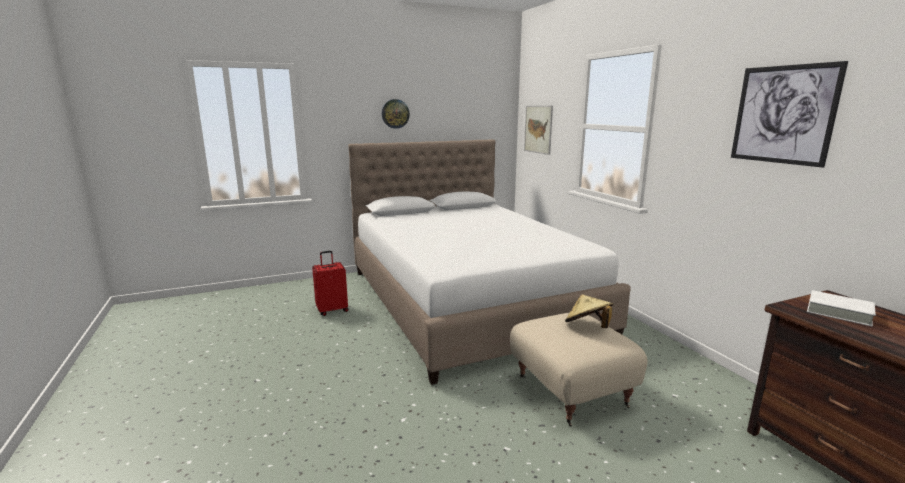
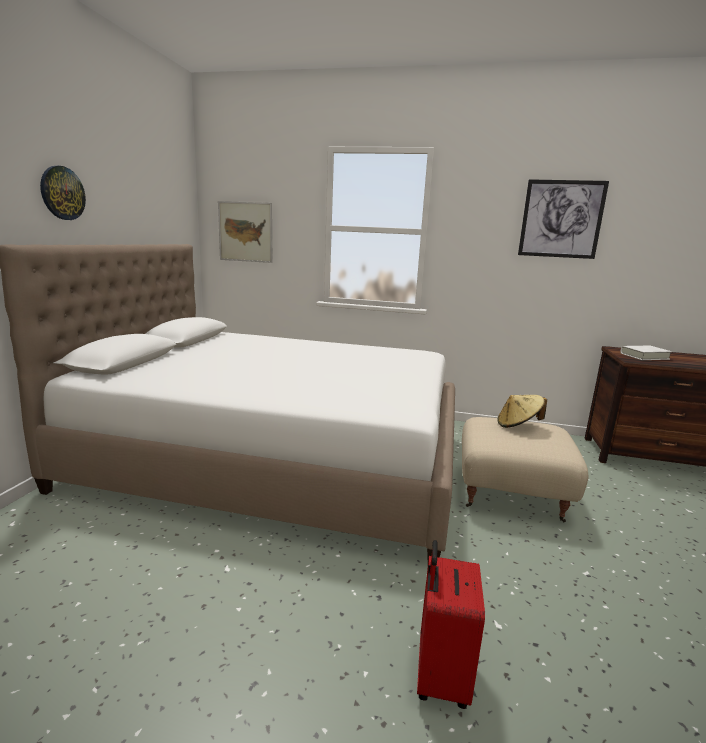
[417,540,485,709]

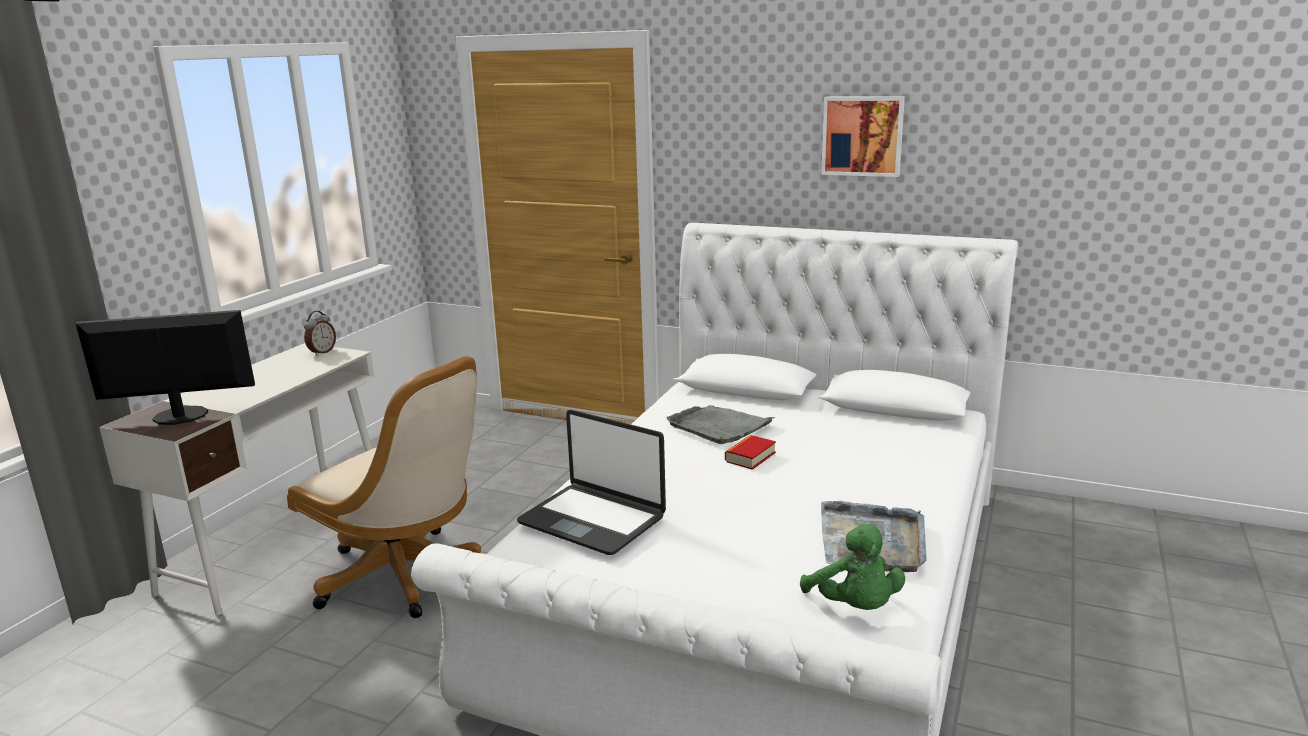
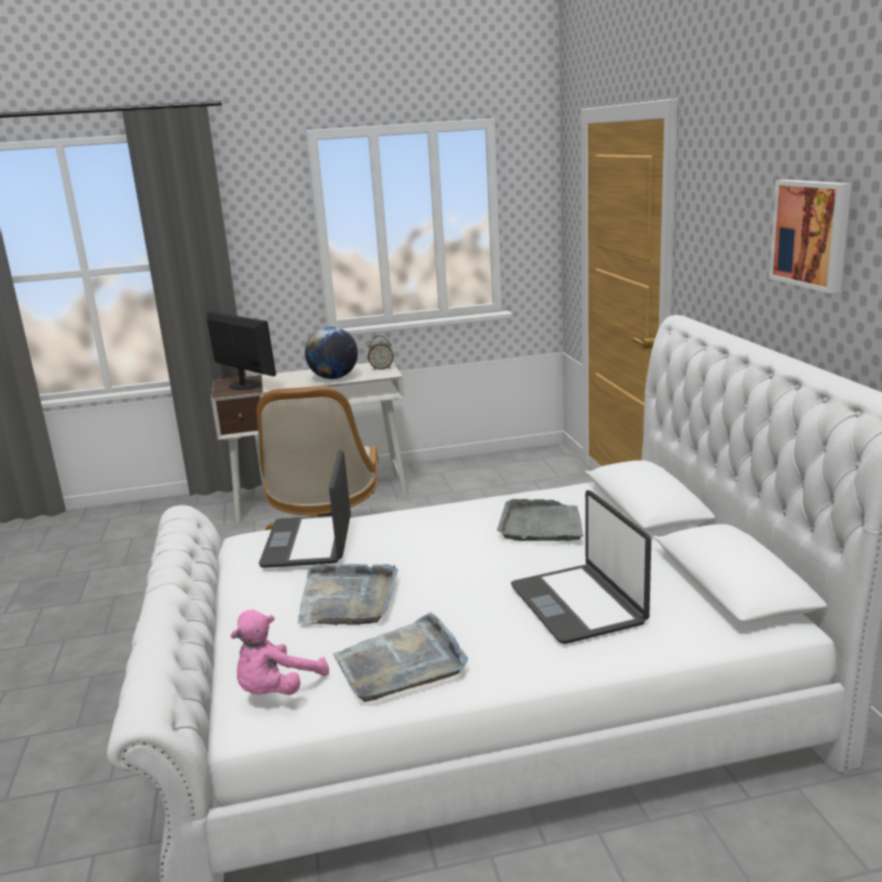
[725,435,776,470] (first image)
[298,563,398,625]
[305,326,358,379]
[511,490,651,644]
[231,609,329,695]

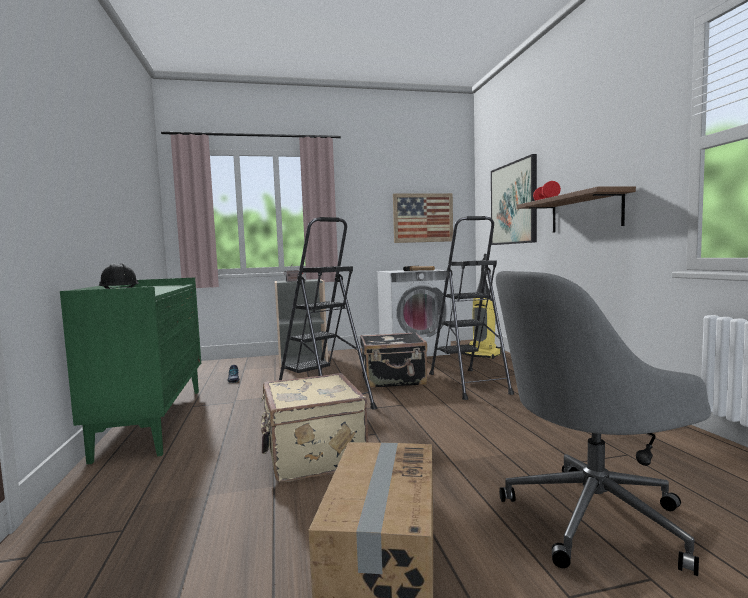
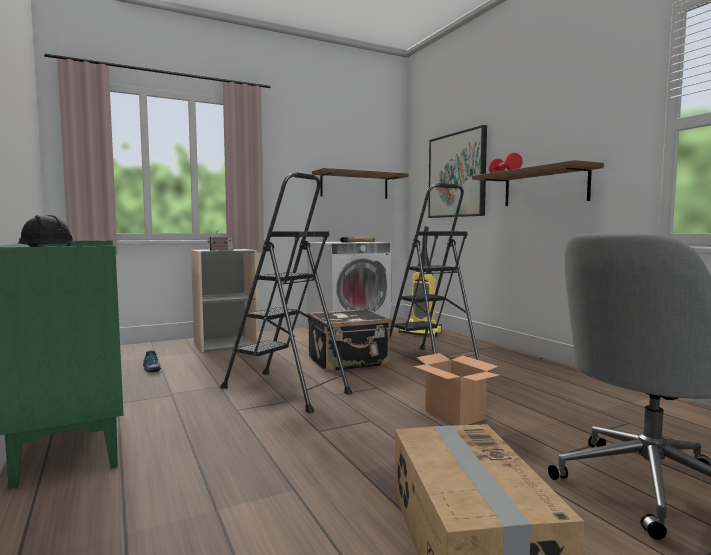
[260,373,369,482] (first image)
[413,353,500,425]
[312,168,409,199]

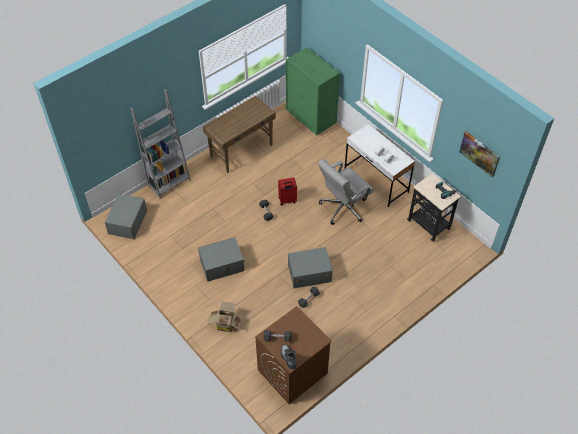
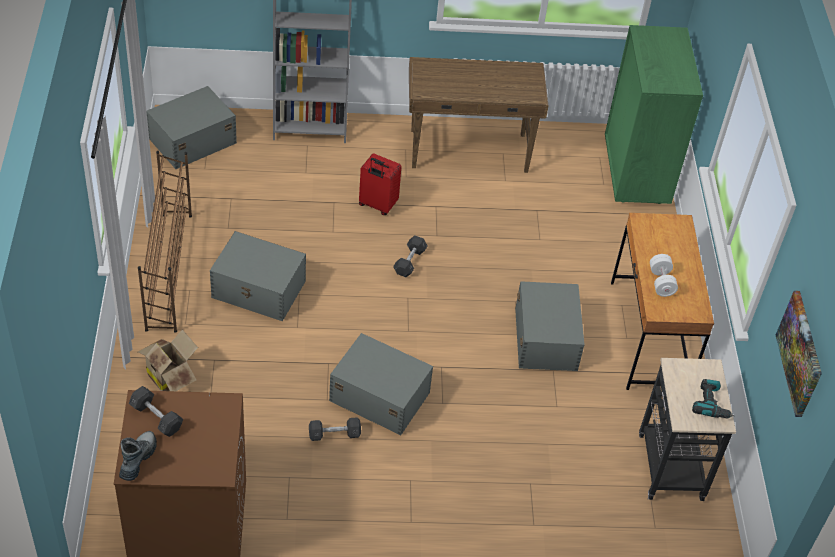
[138,151,192,333]
[359,153,402,215]
[515,281,585,371]
[611,213,714,390]

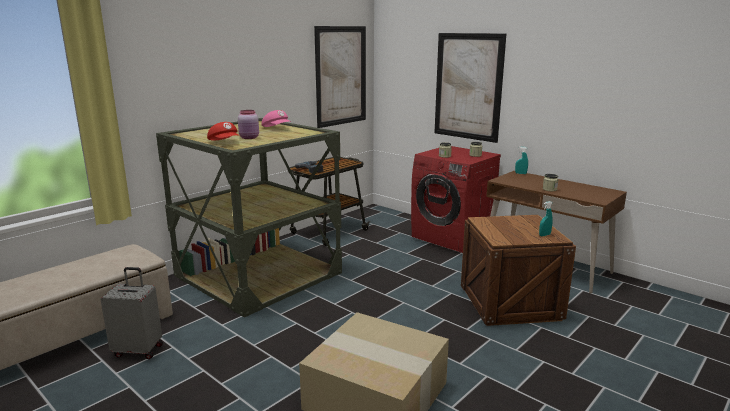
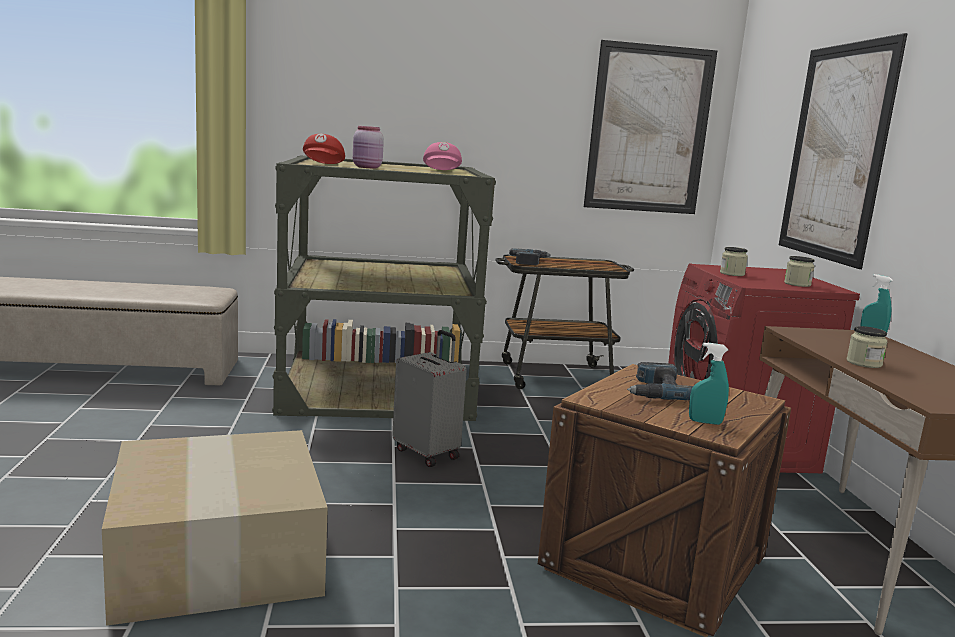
[627,362,693,400]
[392,330,467,467]

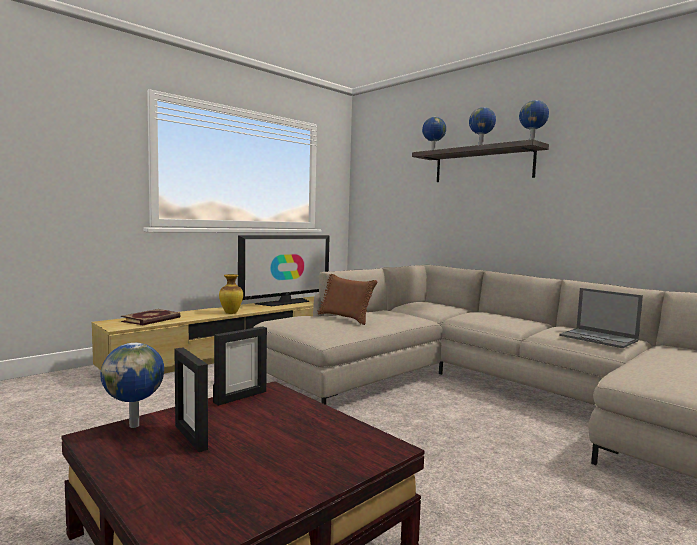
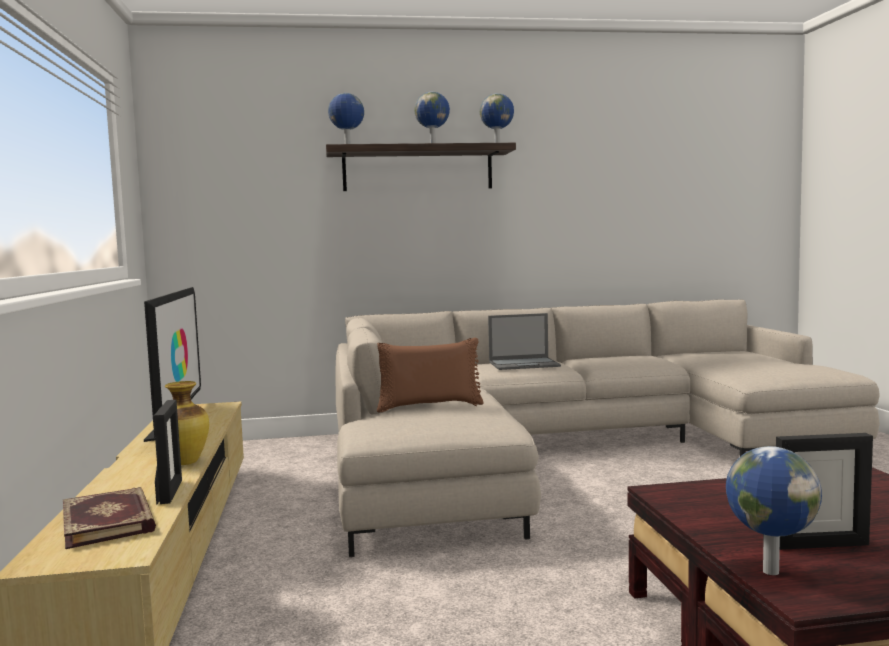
[154,400,182,505]
[488,313,561,370]

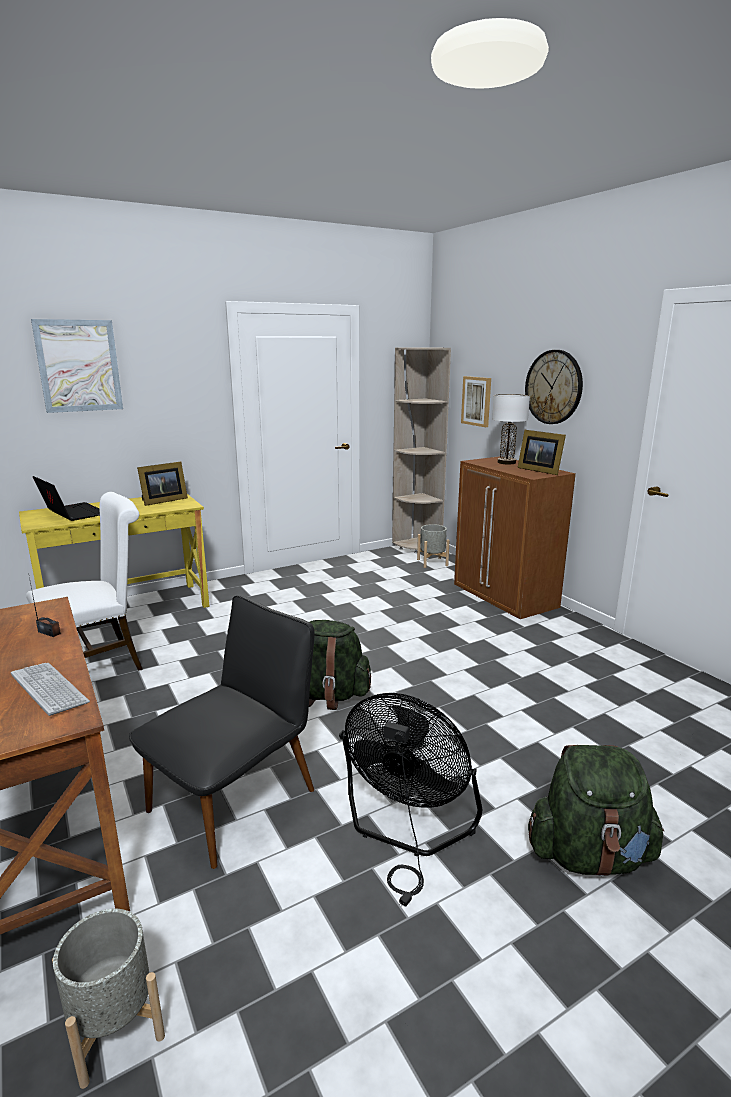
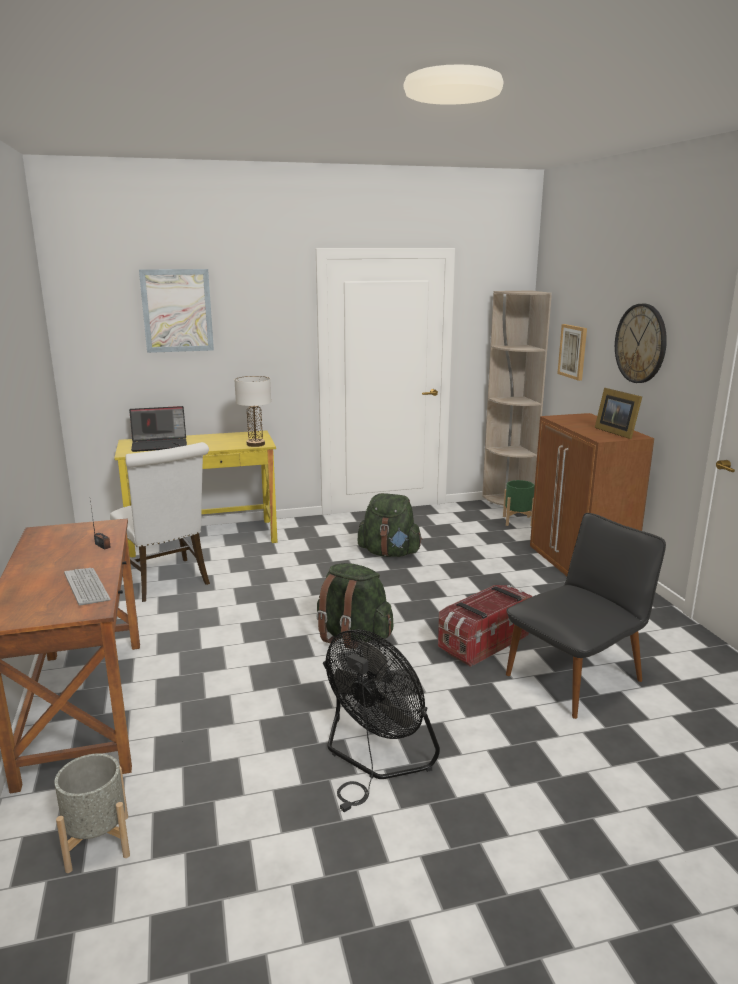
[137,462,188,506] (first image)
[438,585,532,667]
[506,513,666,719]
[234,376,271,447]
[358,493,422,557]
[503,480,535,526]
[110,442,210,602]
[129,406,187,452]

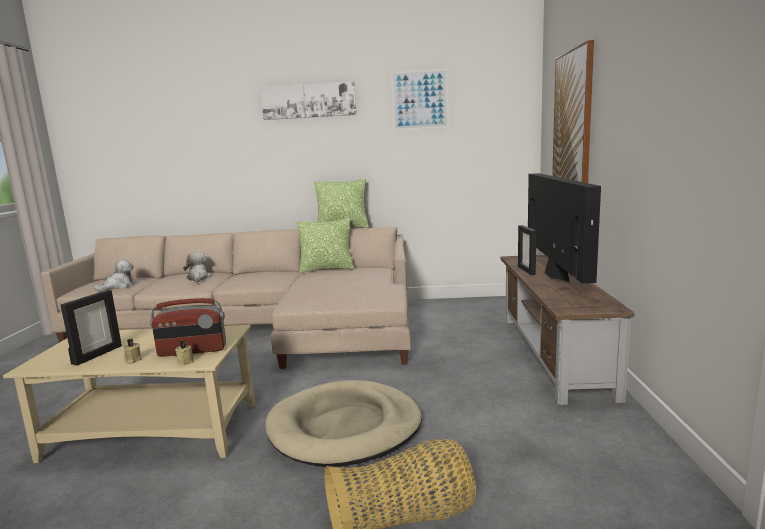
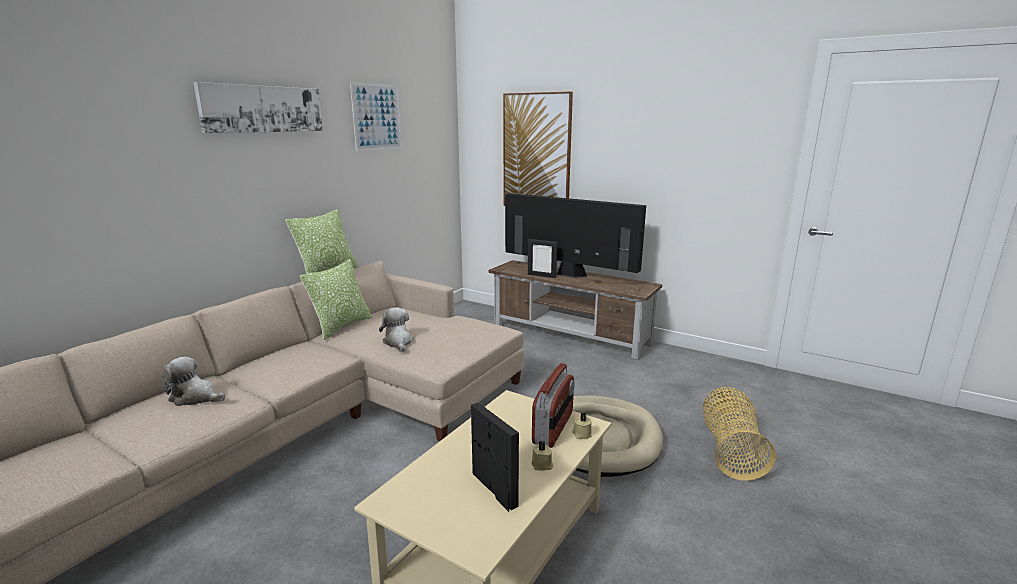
[379,308,414,352]

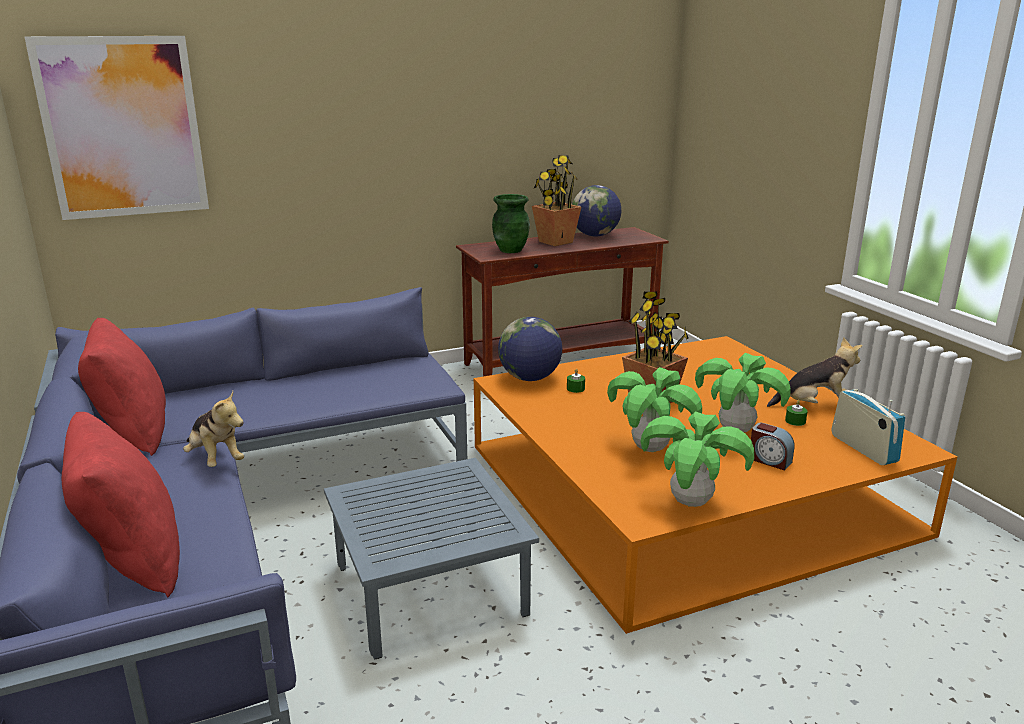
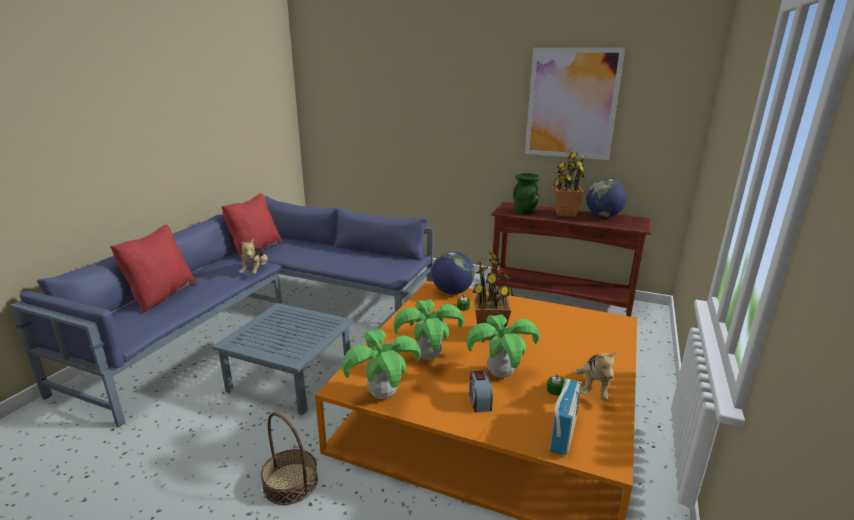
[261,412,318,505]
[525,47,625,160]
[576,351,617,401]

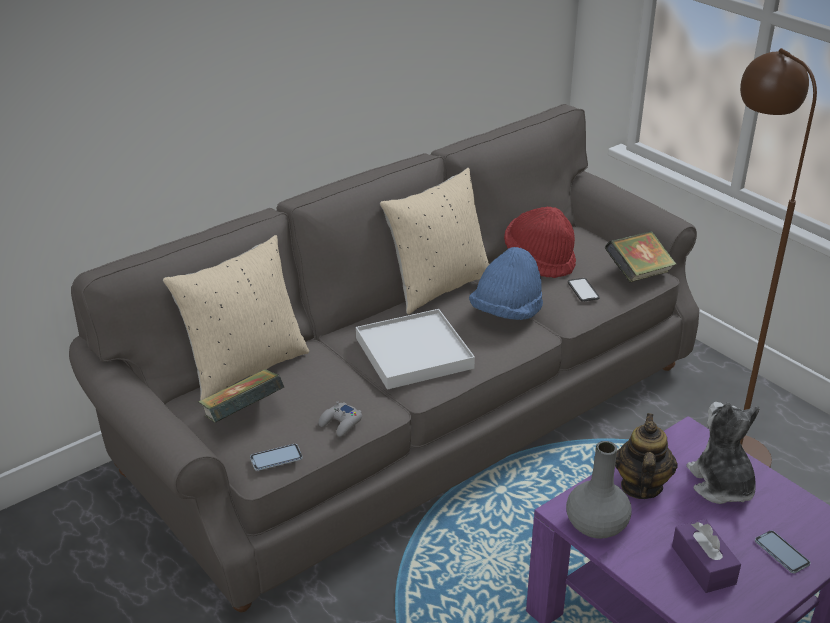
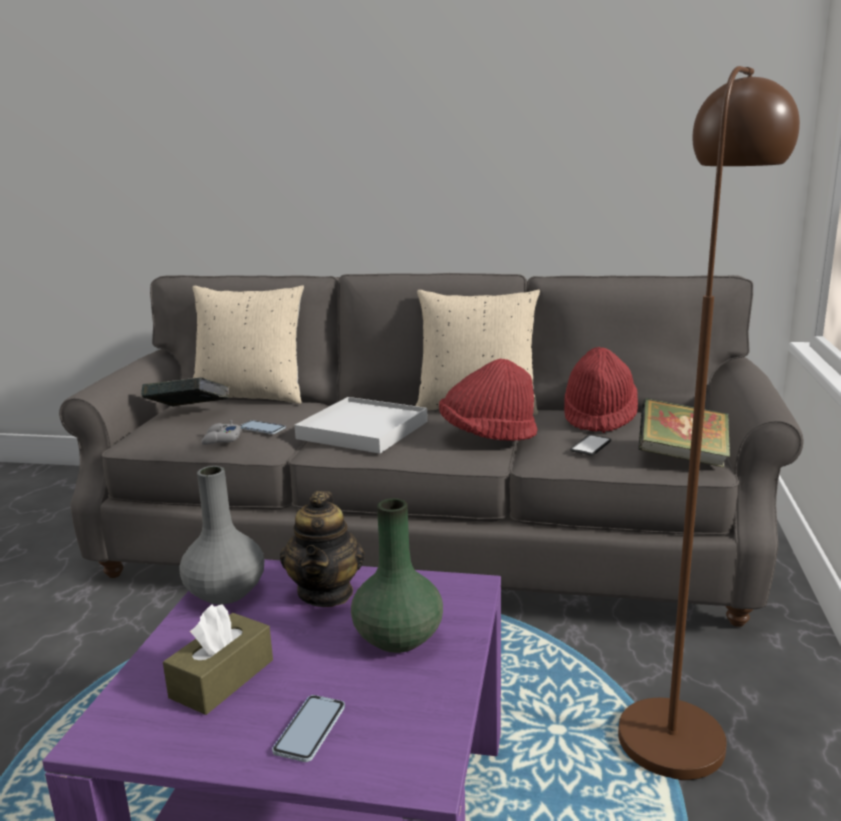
[239,420,286,434]
[351,498,443,653]
[439,359,537,441]
[163,604,273,715]
[280,491,365,607]

